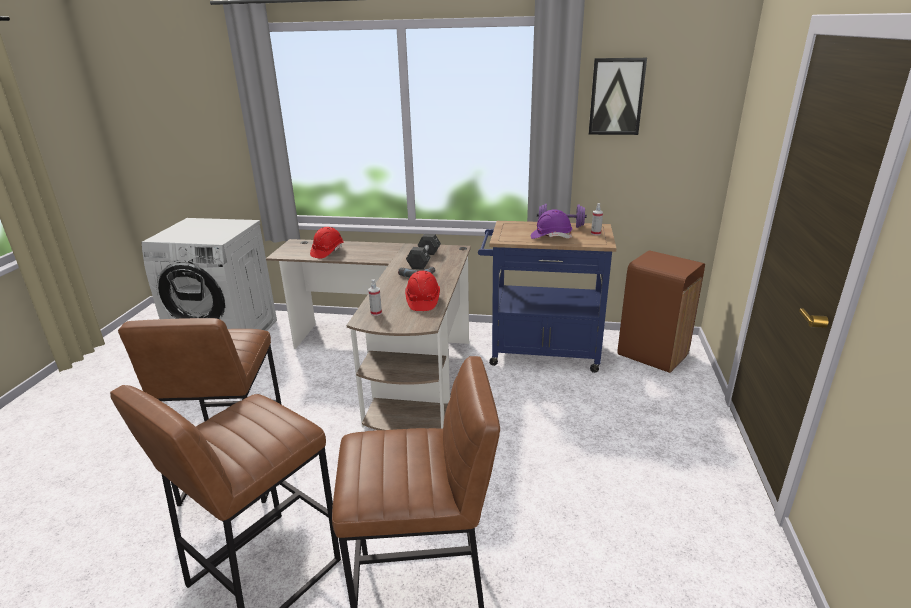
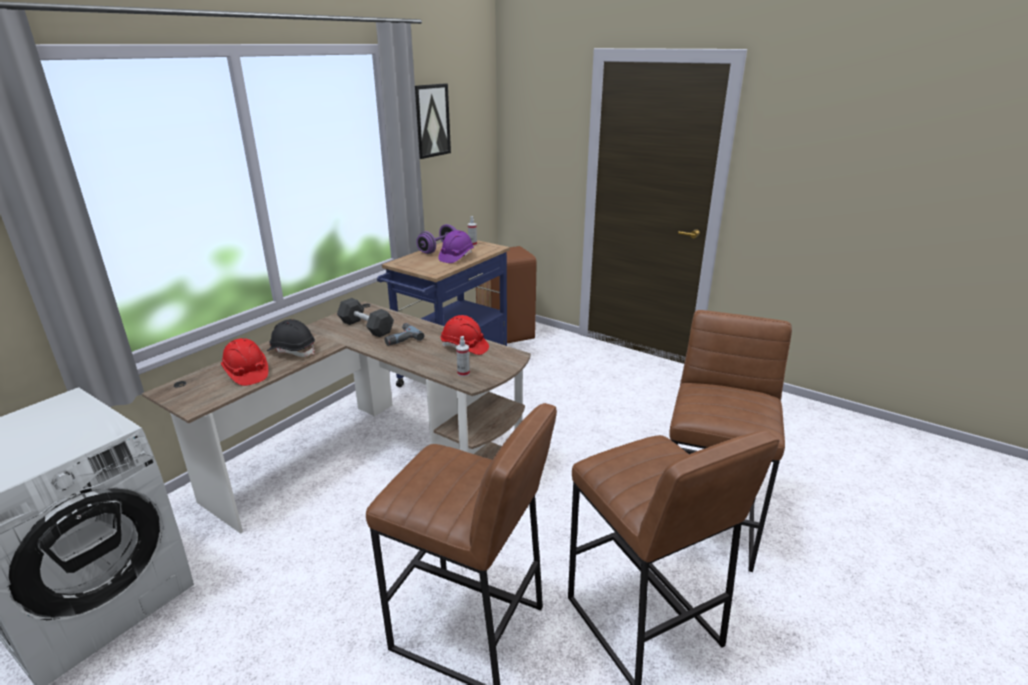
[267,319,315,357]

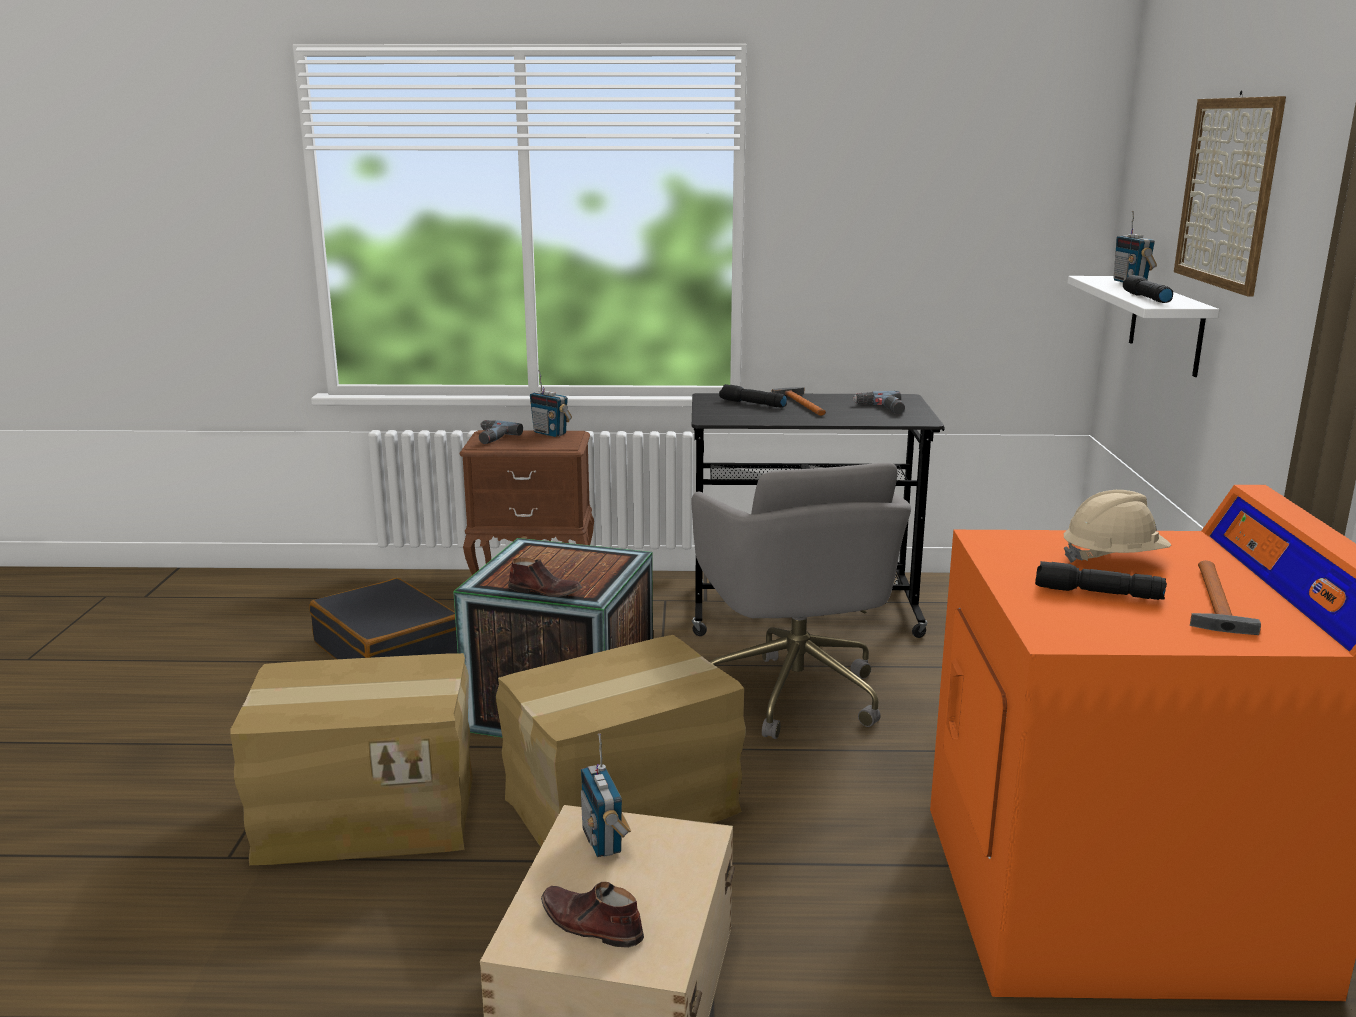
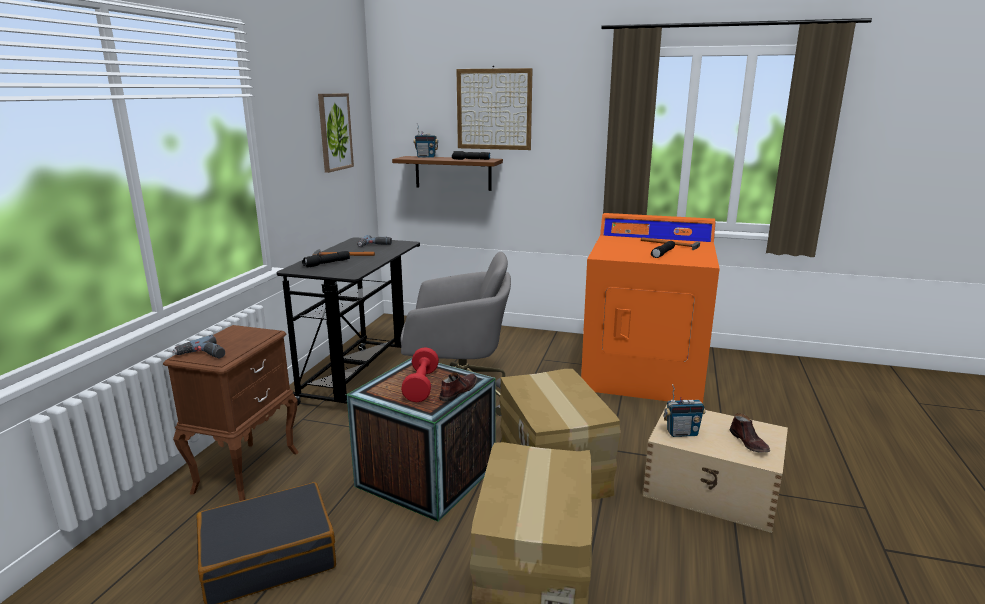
[530,370,572,437] (first image)
[1064,490,1171,563] (first image)
[318,93,354,173]
[401,347,439,402]
[392,156,503,191]
[730,413,770,452]

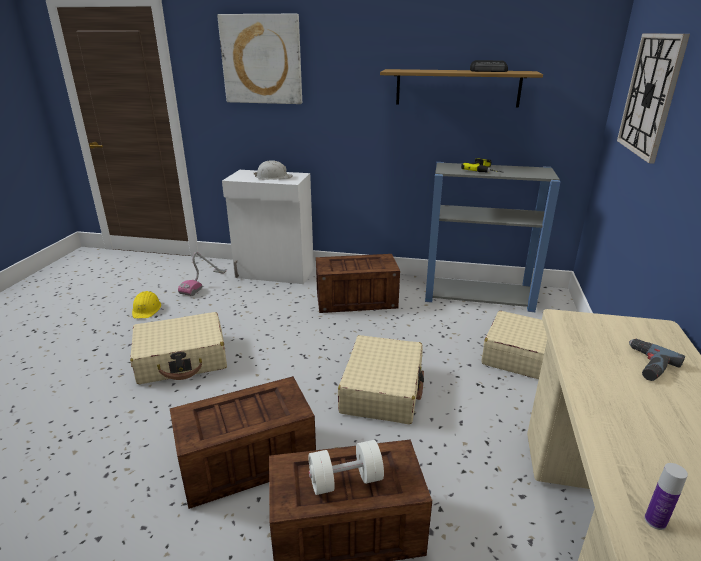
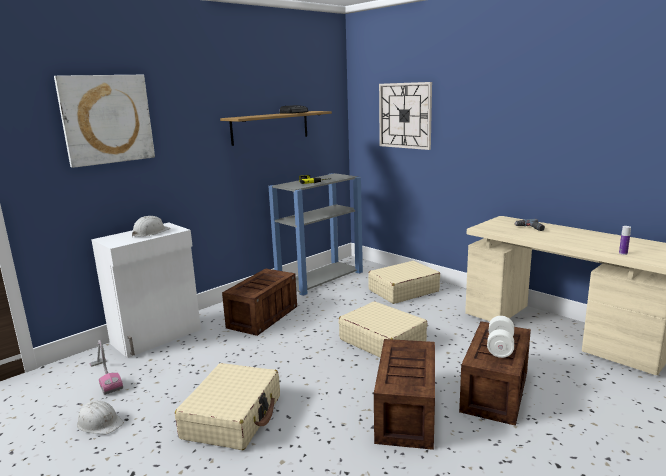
[77,400,124,435]

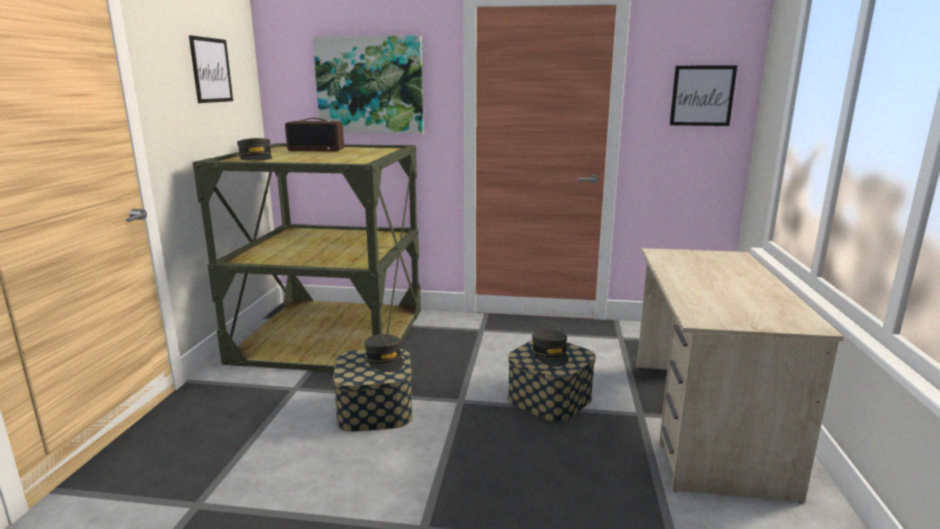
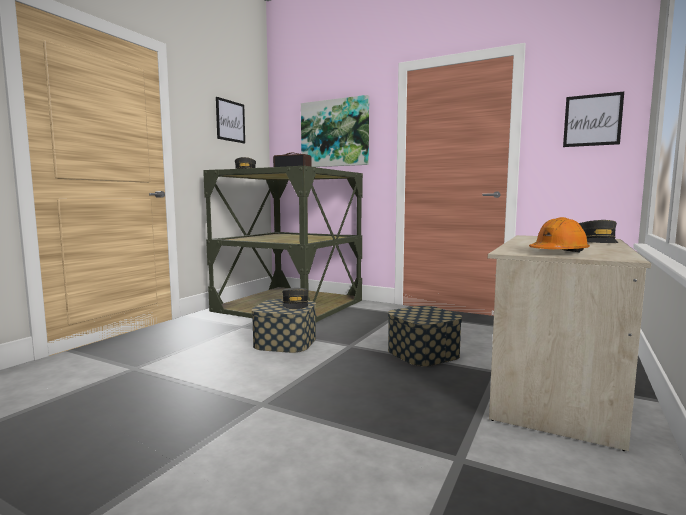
[529,217,590,253]
[579,220,618,243]

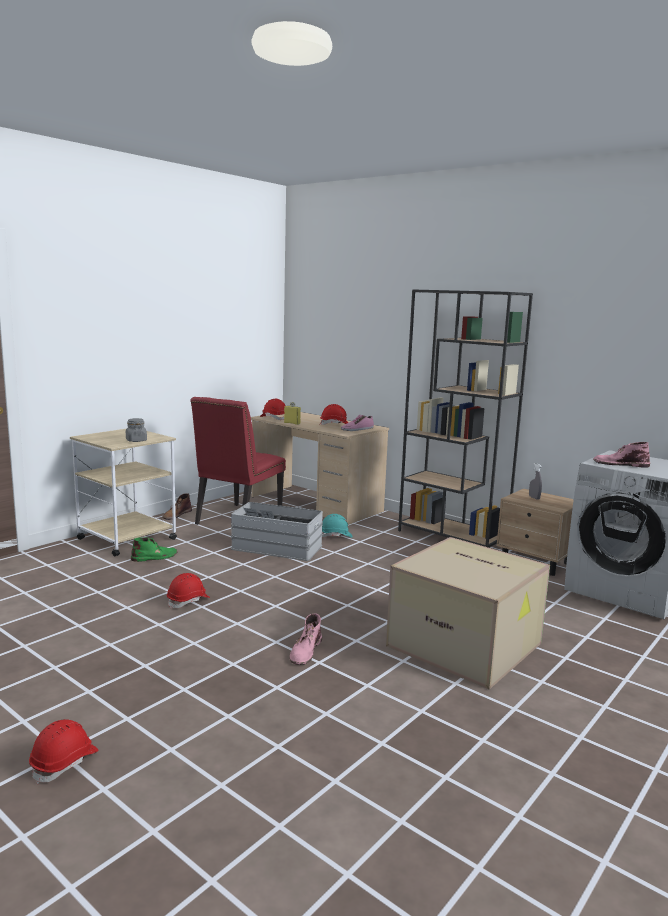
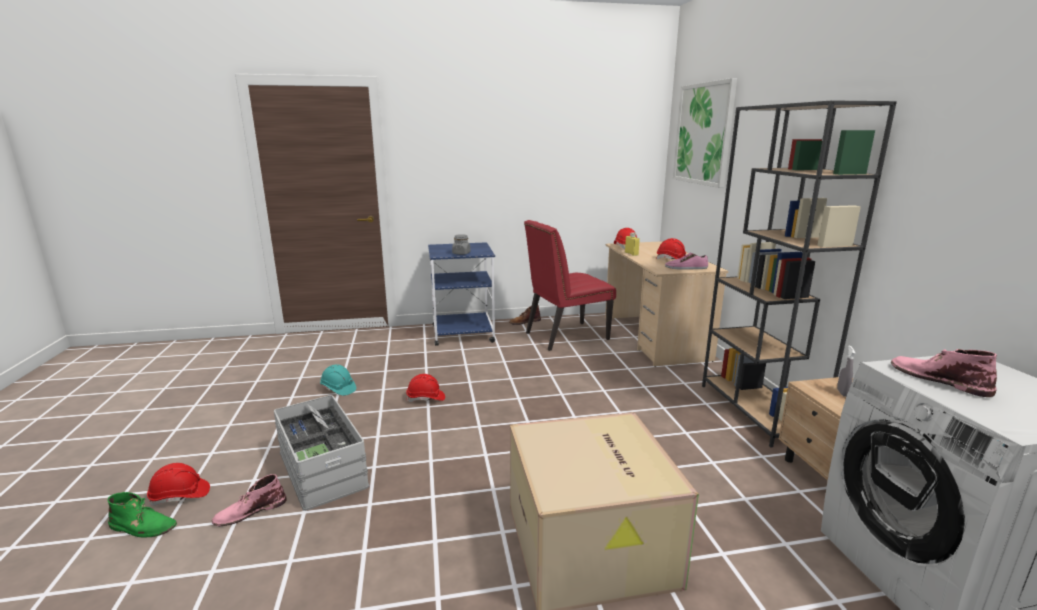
[673,78,737,188]
[108,492,177,538]
[274,395,370,511]
[212,474,287,526]
[320,364,356,396]
[428,242,495,346]

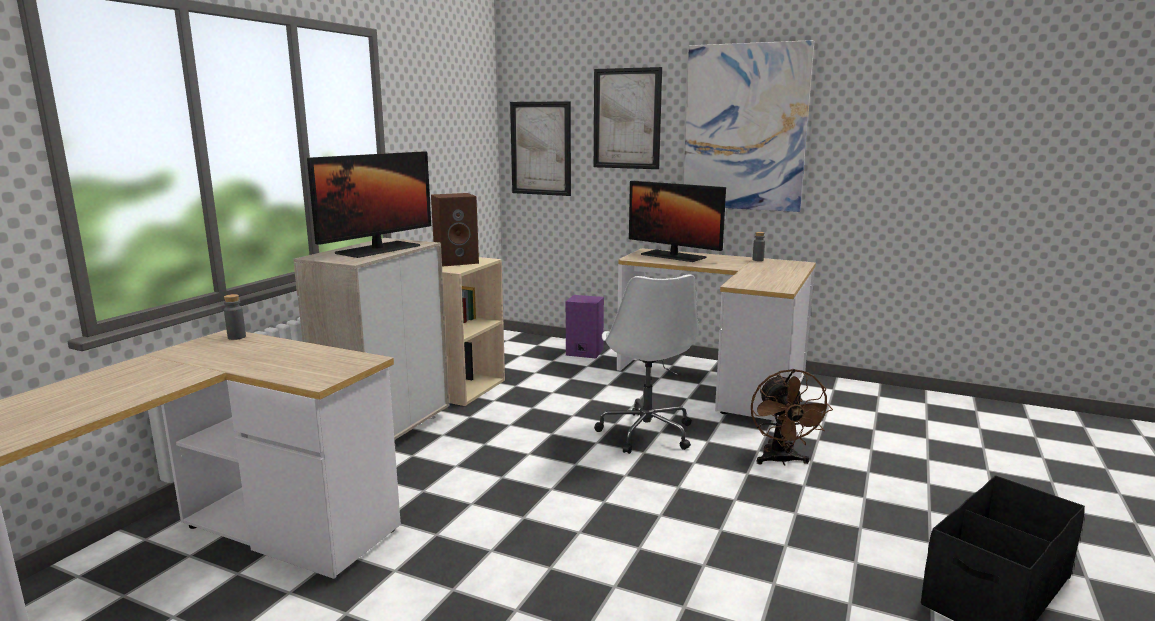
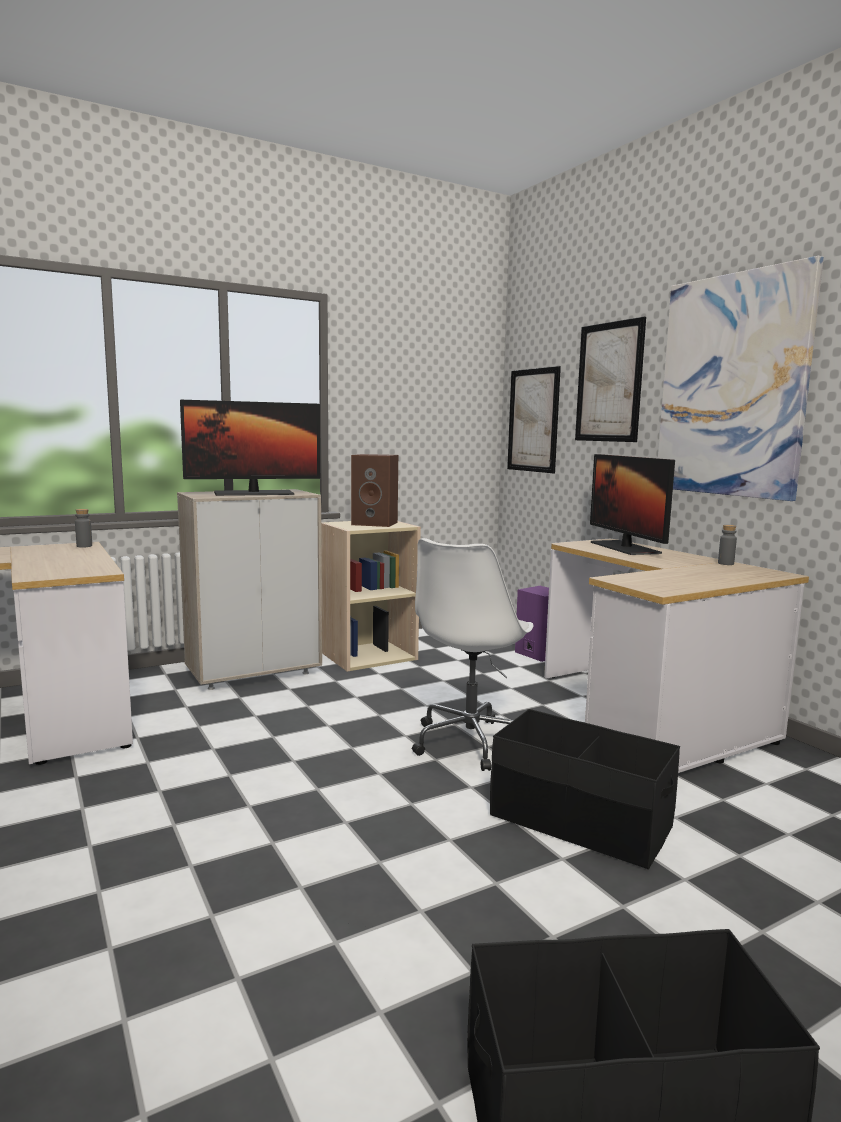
[490,709,680,870]

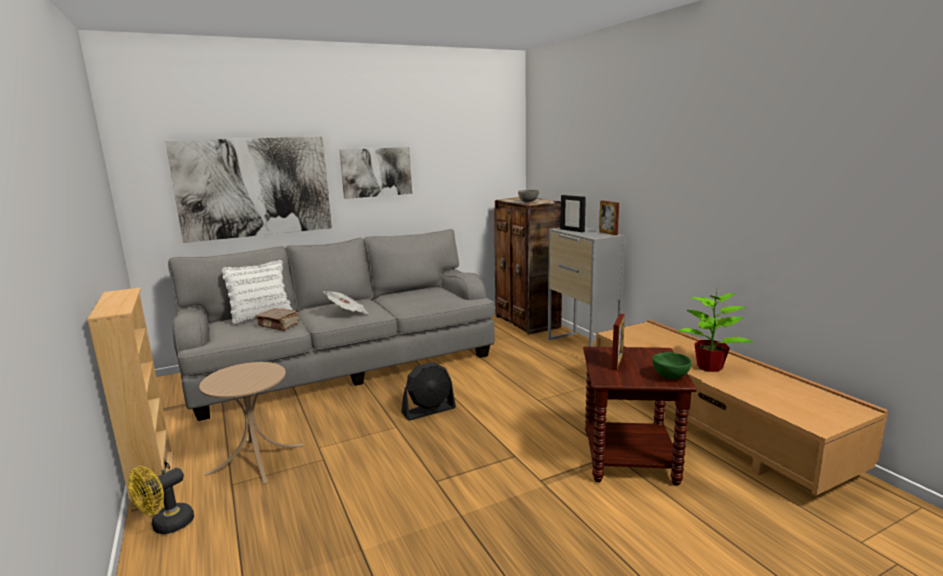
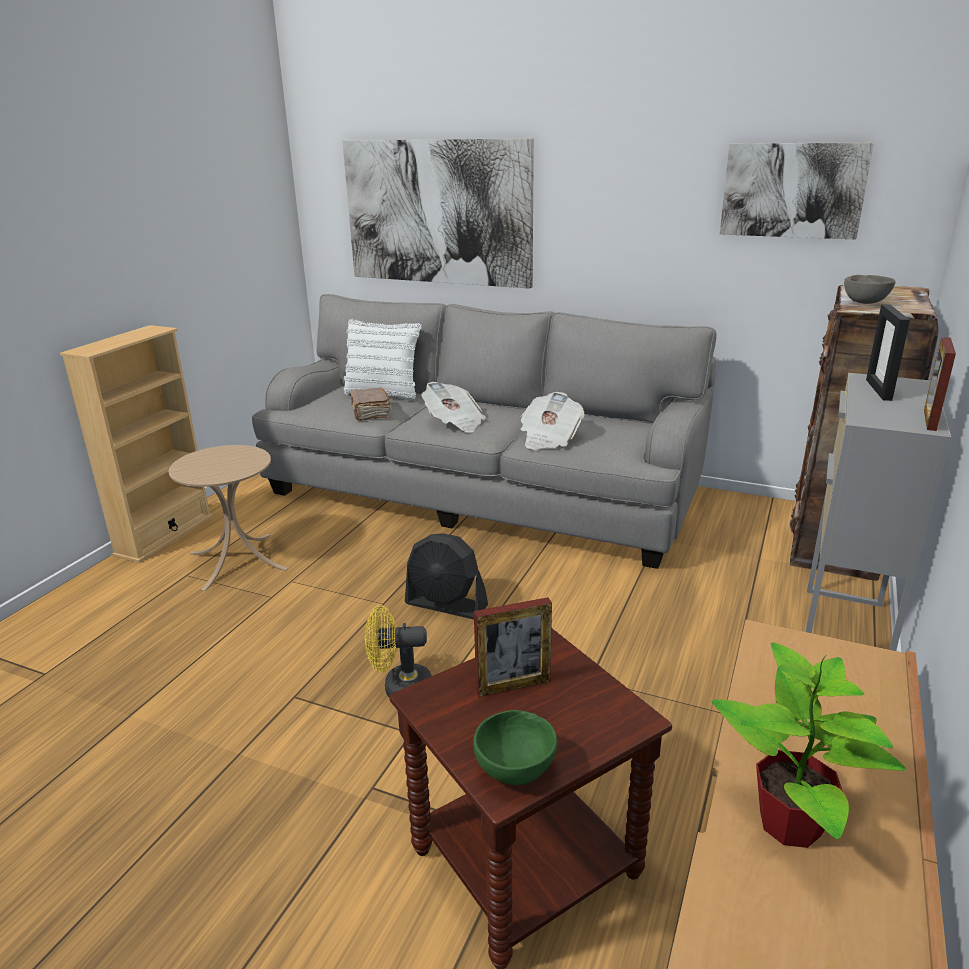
[520,392,584,450]
[365,605,432,697]
[720,143,874,239]

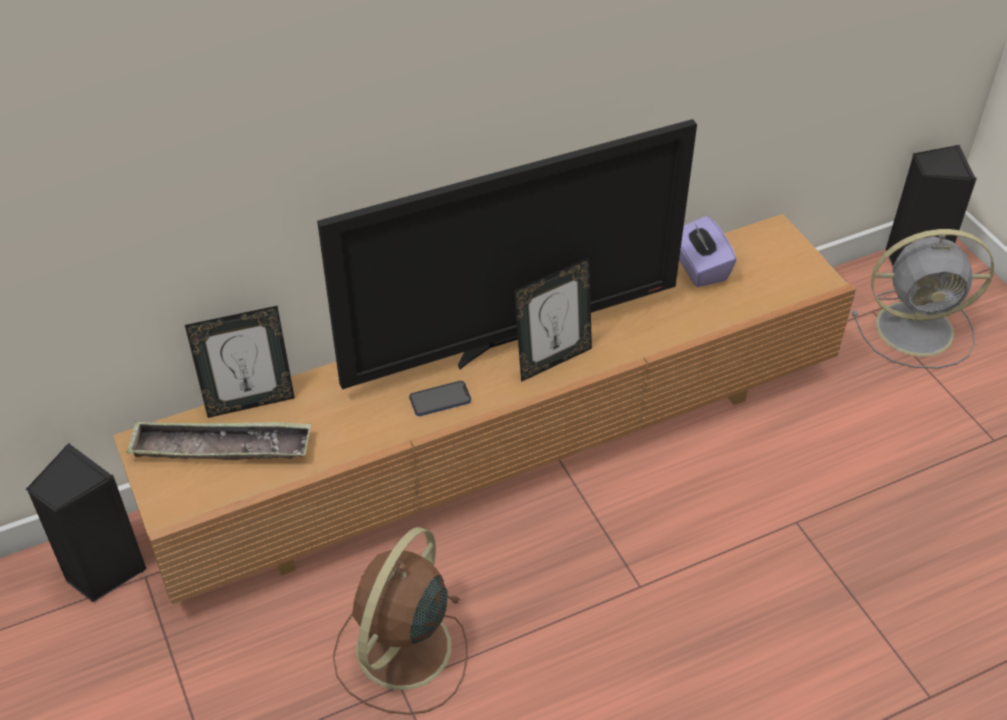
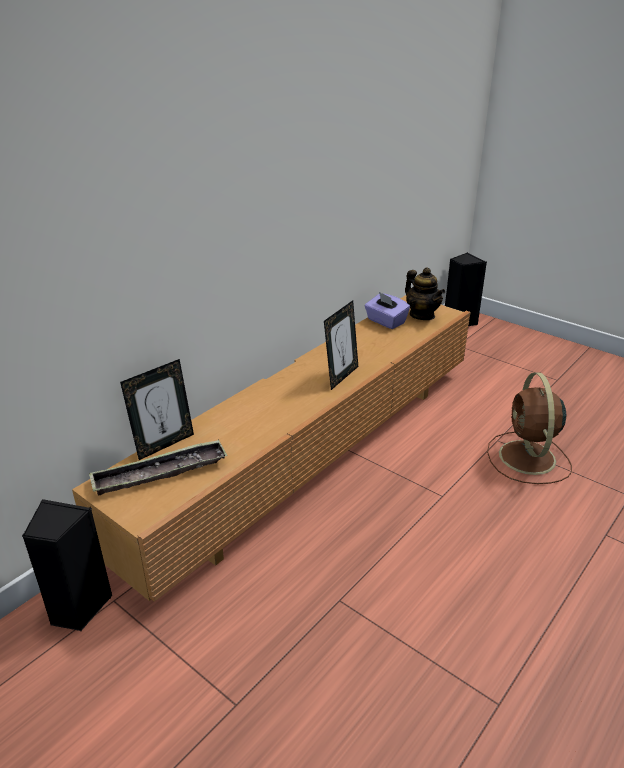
[317,119,697,389] (first image)
[409,381,471,416] (first image)
[852,229,994,369] (first image)
[405,268,445,320]
[487,372,572,484]

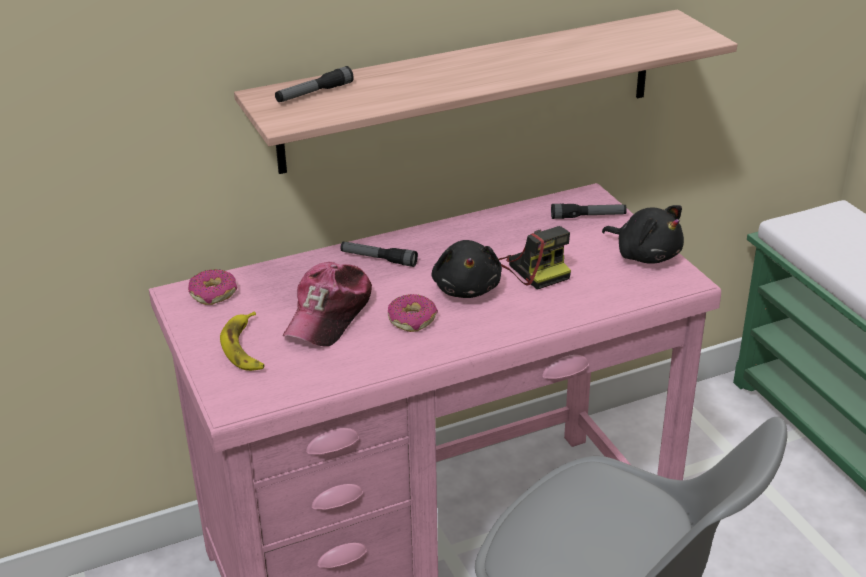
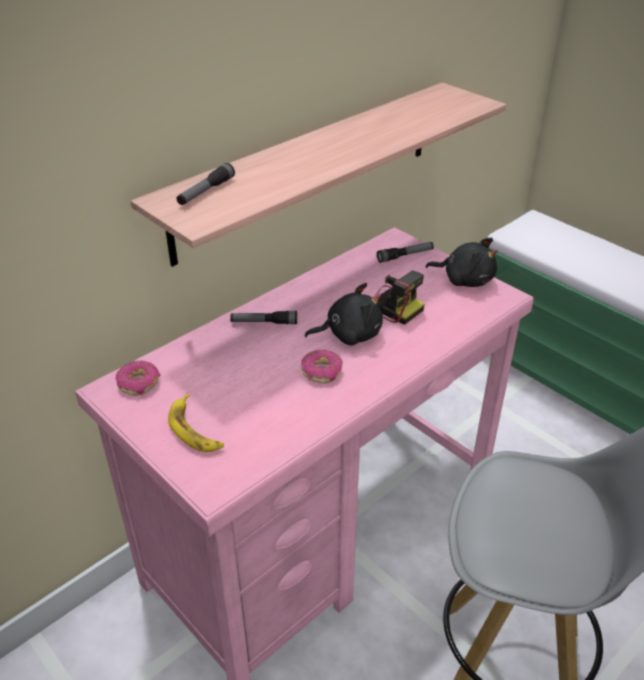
[282,262,372,346] (first image)
[305,283,383,345]

